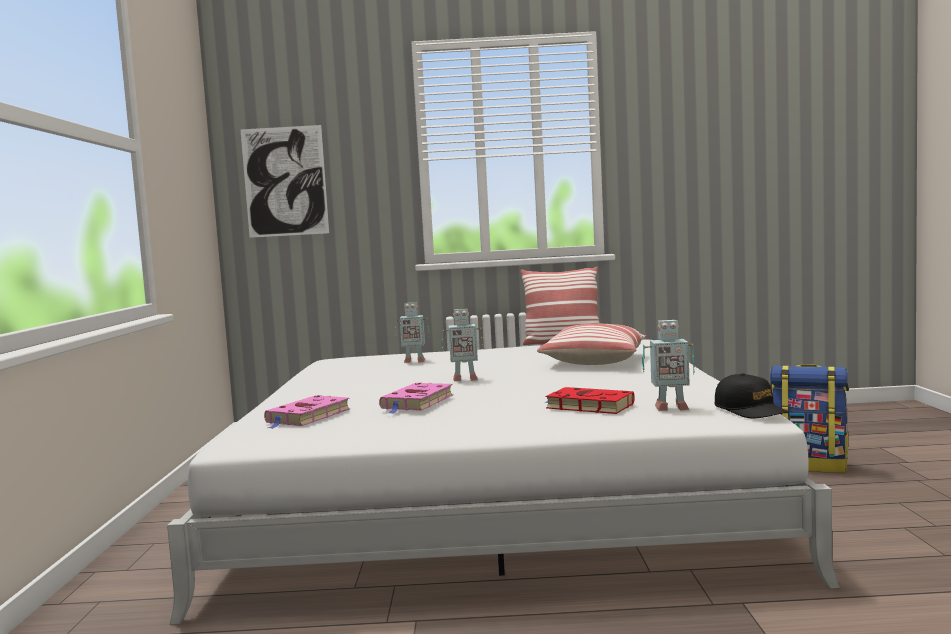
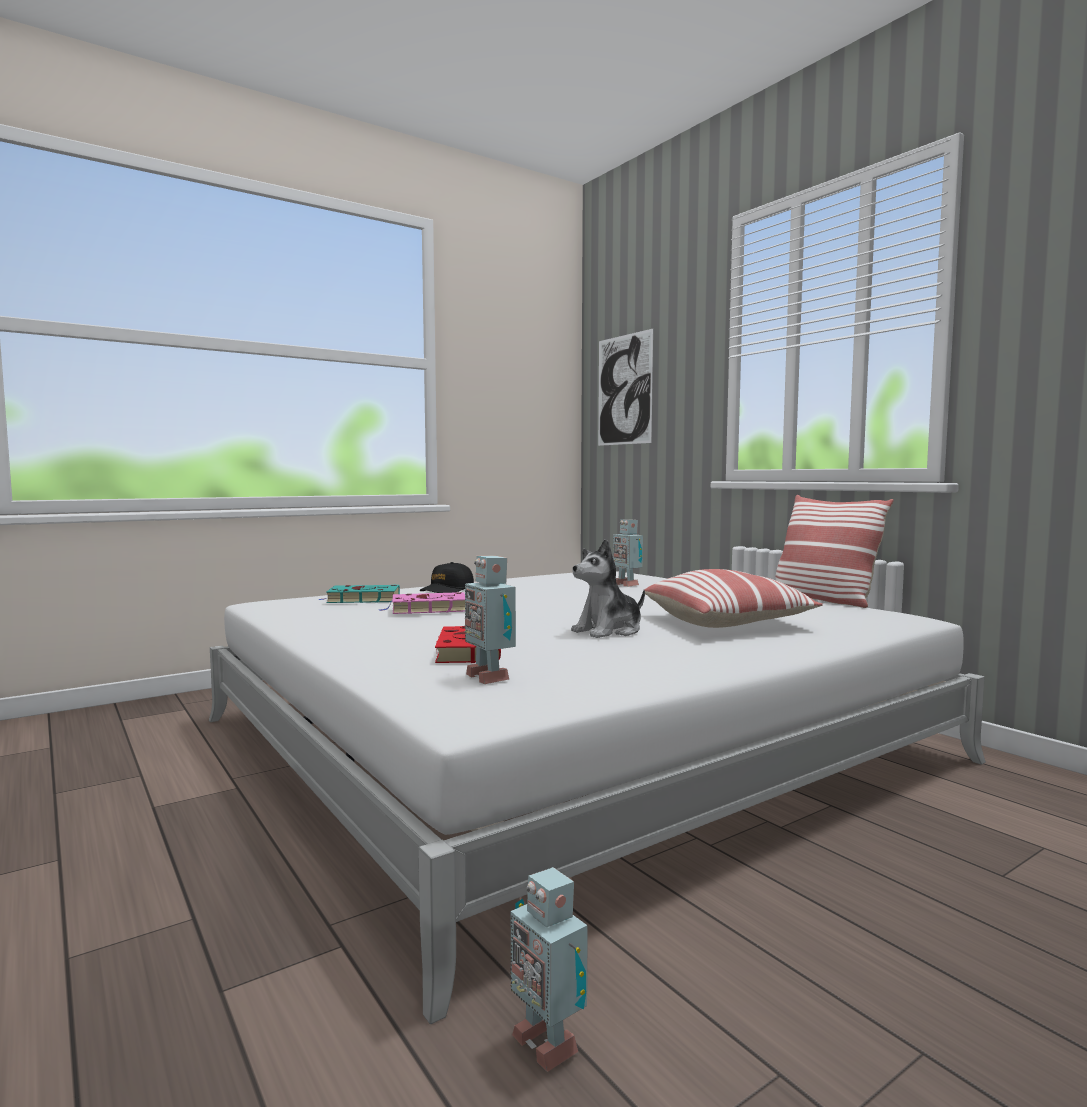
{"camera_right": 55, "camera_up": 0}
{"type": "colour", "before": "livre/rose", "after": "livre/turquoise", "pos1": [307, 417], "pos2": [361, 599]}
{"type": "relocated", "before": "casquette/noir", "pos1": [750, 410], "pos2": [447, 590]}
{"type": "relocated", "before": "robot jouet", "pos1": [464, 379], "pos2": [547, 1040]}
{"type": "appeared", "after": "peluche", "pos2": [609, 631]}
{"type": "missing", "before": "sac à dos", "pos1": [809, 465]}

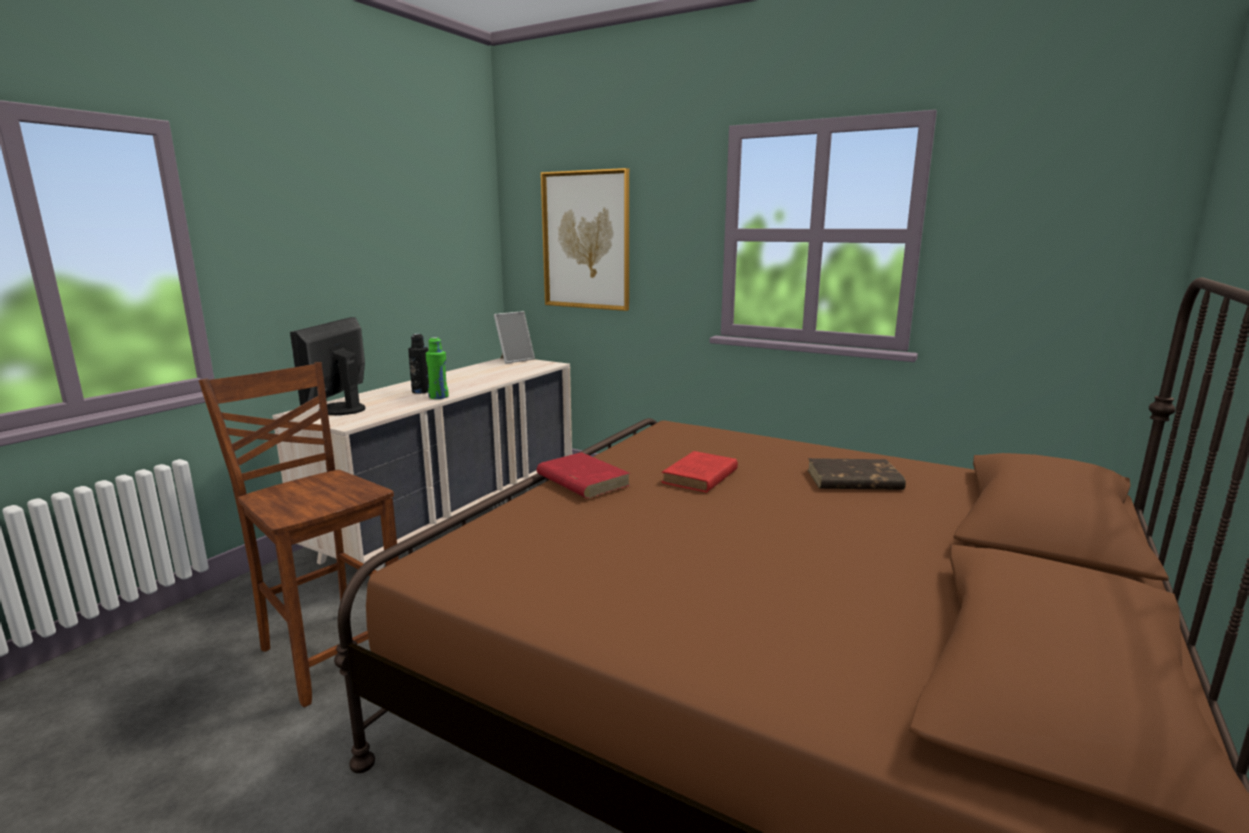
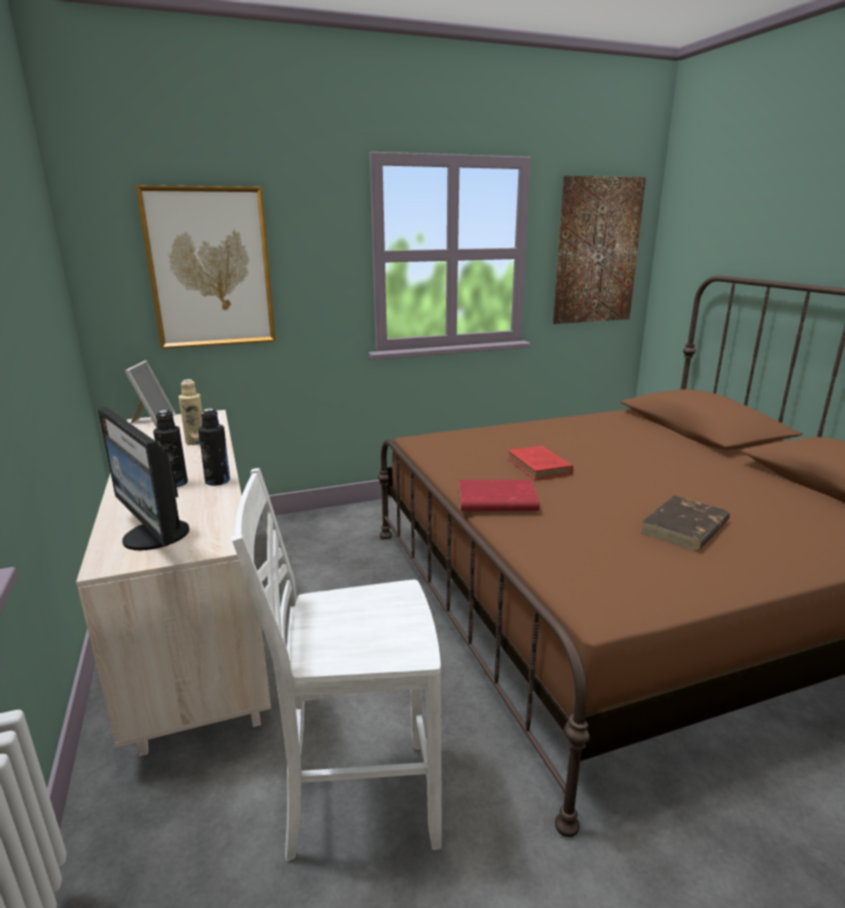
{"camera_right": -50, "camera_up": 5}
{"type": "appeared", "after": "bouteille/beige", "pos2": [196, 442]}
{"type": "colour", "before": "bouteille/vert", "after": "bouteille/noir", "pos1": [438, 397], "pos2": [218, 481]}
{"type": "colour", "before": "chaise/marron", "after": "chaise/blanc", "pos1": [330, 651], "pos2": [356, 799]}
{"type": "appeared", "after": "tableau", "pos2": [597, 251]}
{"type": "relocated", "before": "livre/marron", "pos1": [852, 480], "pos2": [684, 528]}

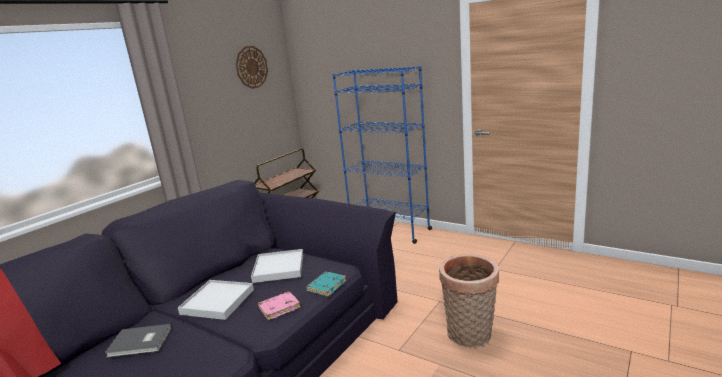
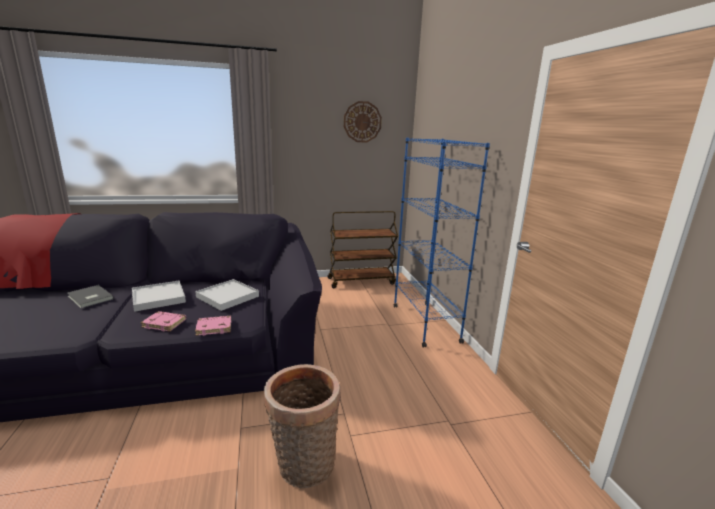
{"camera_right": 40, "camera_up": 0}
{"type": "colour", "before": "livre/turquoise", "after": "livre/rose", "pos1": [326, 286], "pos2": [214, 327]}

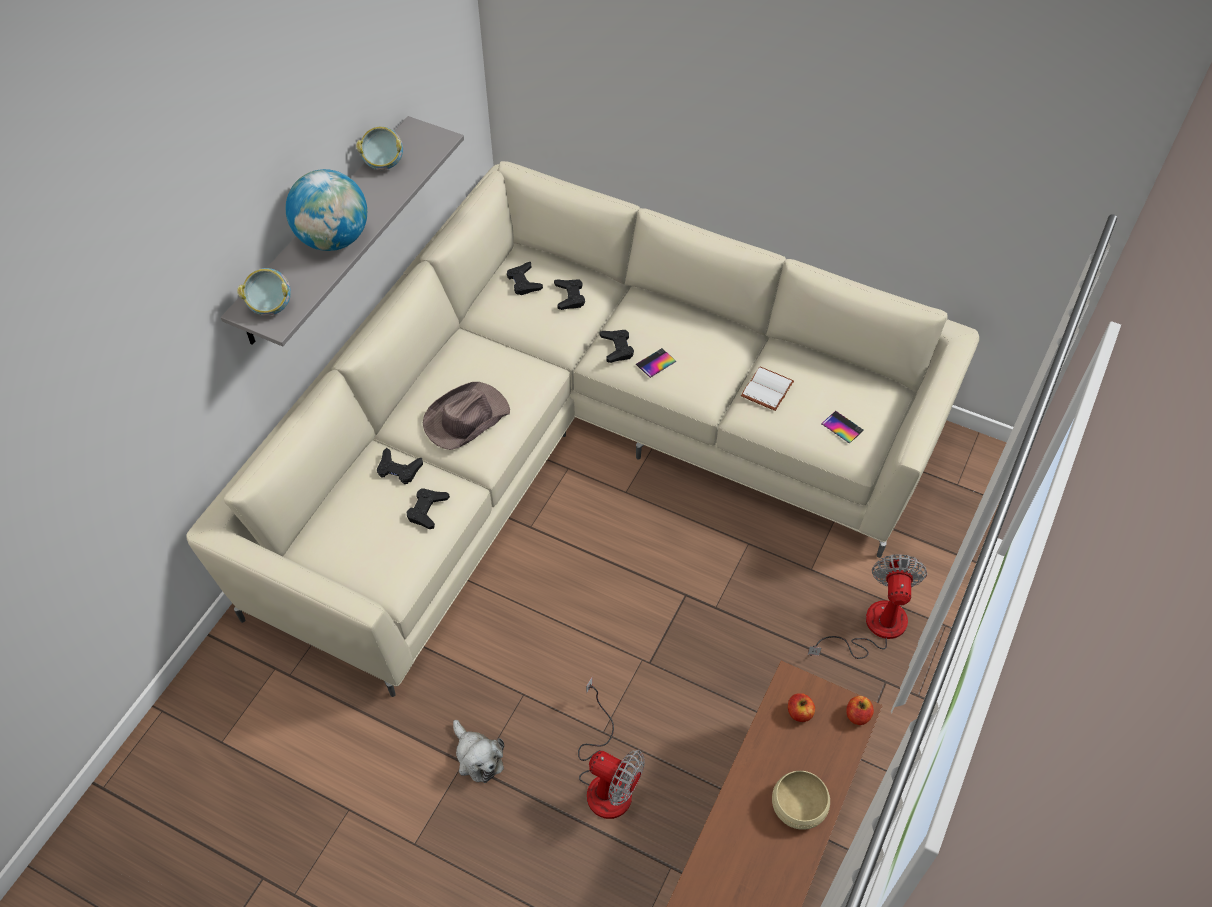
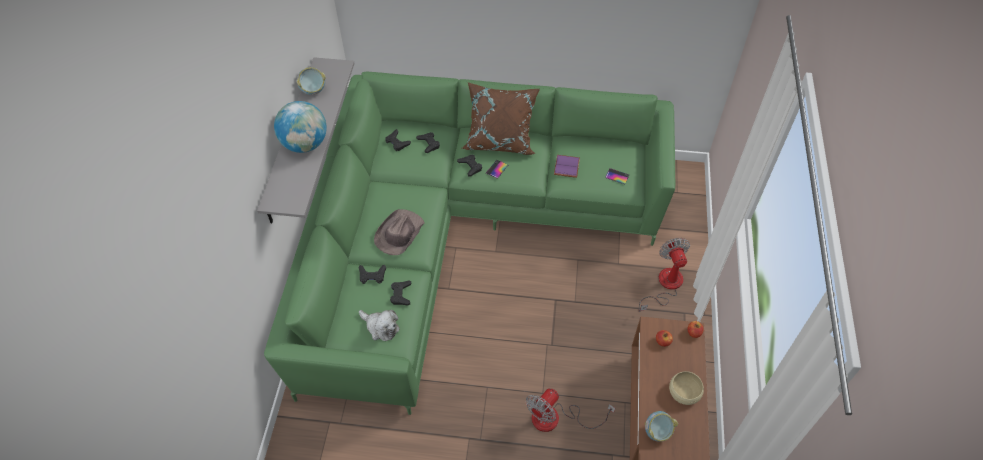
{"camera_right": -20, "camera_up": 0}
{"type": "colour", "before": "canapé/beige", "after": "canapé/vert", "pos1": [577, 446], "pos2": [456, 233]}
{"type": "relocated", "before": "peluche", "pos1": [477, 757], "pos2": [381, 327]}
{"type": "appeared", "after": "coussin/marron", "pos2": [500, 140]}
{"type": "spun", "before": "ventilateur", "pos1": [606, 779], "pos2": [556, 419], "turn": 120}
{"type": "colour", "before": "livre/blanc", "after": "livre/violet", "pos1": [768, 390], "pos2": [567, 167]}
{"type": "relocated", "before": "bol", "pos1": [270, 307], "pos2": [657, 432]}

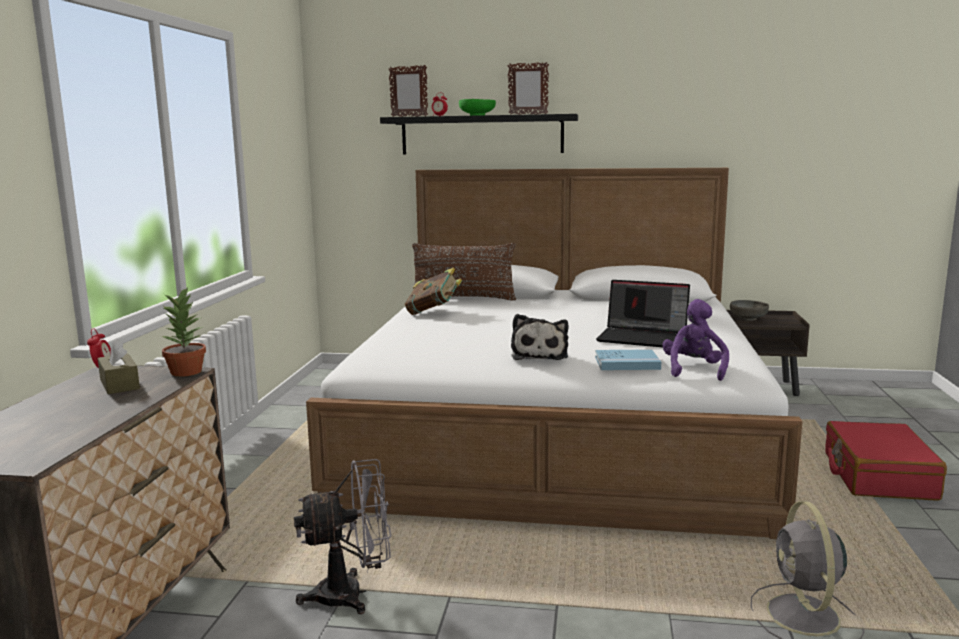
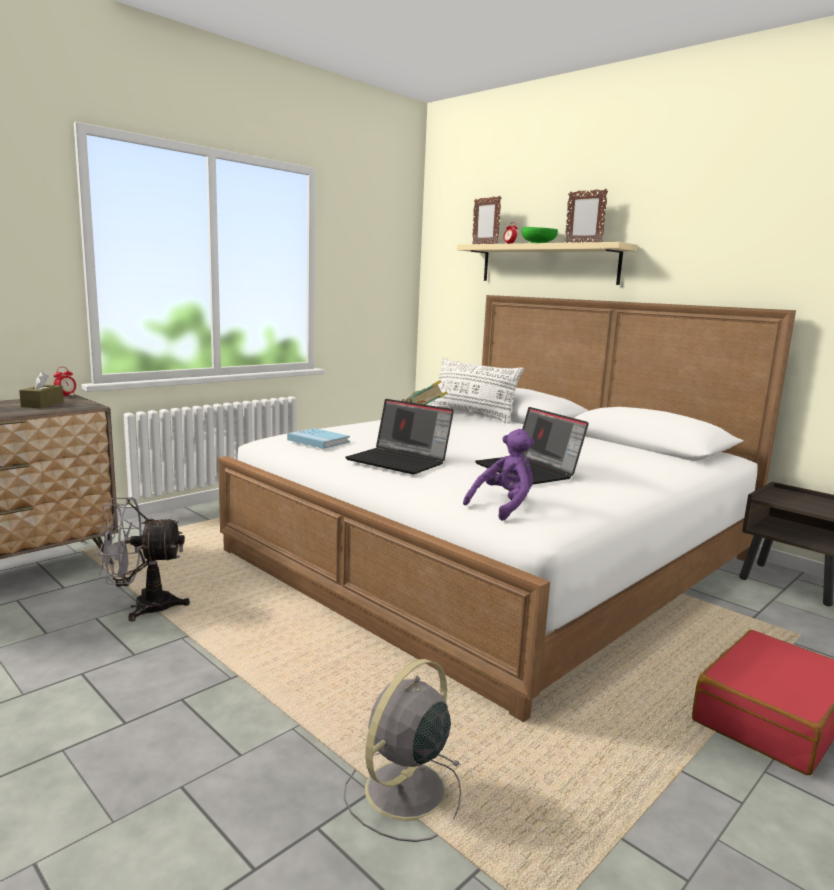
{"camera_right": 35, "camera_up": 0}
{"type": "spun", "before": "ventilateur/gris", "pos1": [352, 594], "pos2": [143, 607], "turn": 150}
{"type": "relocated", "before": "livre/bleu", "pos1": [627, 363], "pos2": [318, 441]}
{"type": "exchanged", "before": "peluche", "after": "ordinateur portable", "pos1": [539, 355], "pos2": [400, 461]}
{"type": "colour", "before": "coussin/marron", "after": "coussin/blanc", "pos1": [463, 299], "pos2": [472, 415]}
{"type": "colour", "before": "étagère/noir", "after": "étagère/beige", "pos1": [482, 135], "pos2": [548, 264]}
{"type": "missing", "before": "plante en pot", "pos1": [187, 372]}
{"type": "missing", "before": "bol/gris", "pos1": [748, 318]}

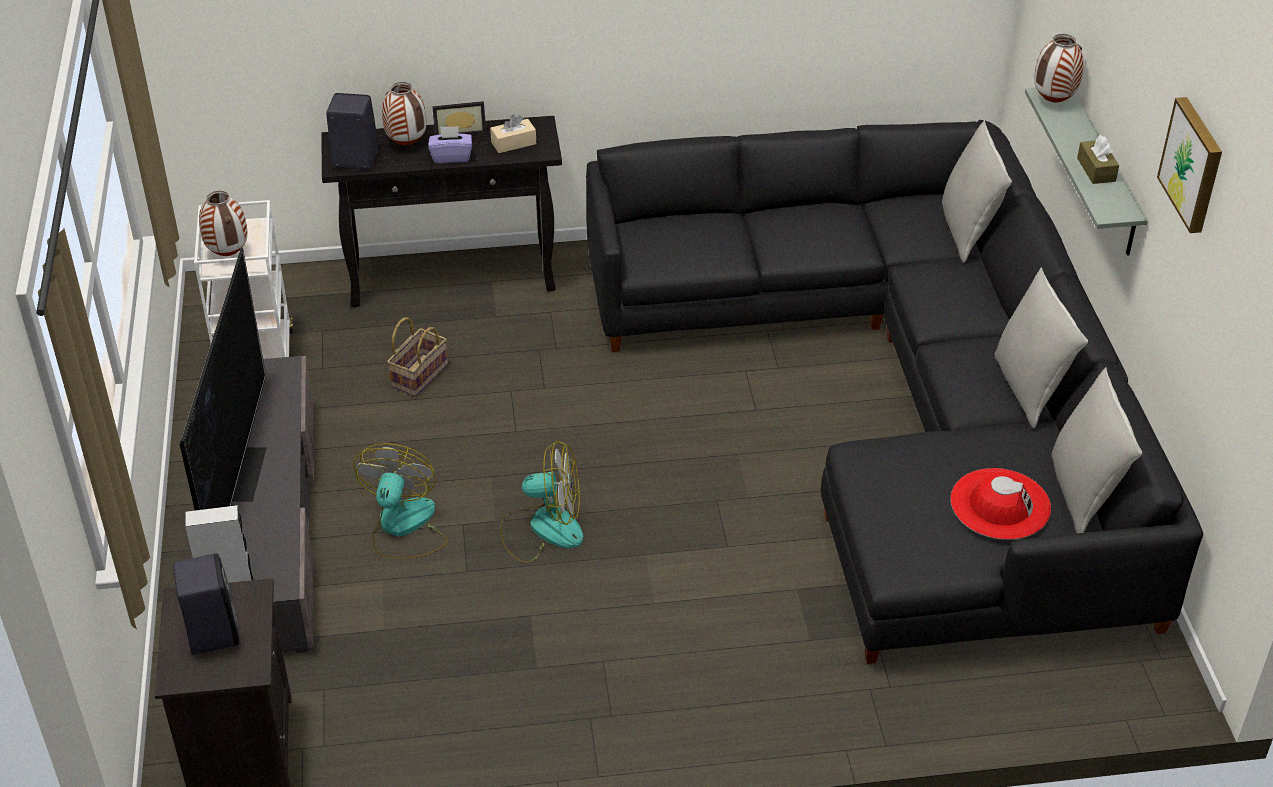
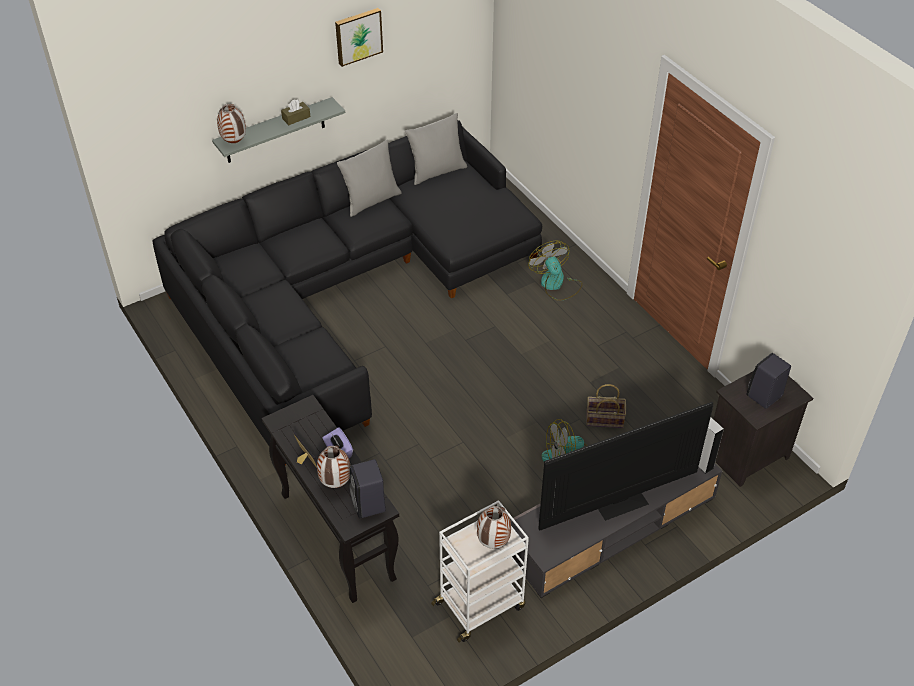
{"camera_right": -115, "camera_up": 5}
{"type": "relocated", "before": "ventilateur", "pos1": [543, 528], "pos2": [556, 284]}
{"type": "relocated", "before": "panier", "pos1": [419, 374], "pos2": [603, 420]}
{"type": "missing", "before": "boîte à mouchoirs/beige", "pos1": [513, 143]}
{"type": "missing", "before": "coussin/gris", "pos1": [968, 231]}
{"type": "missing", "before": "chapeau/rouge", "pos1": [1000, 504]}

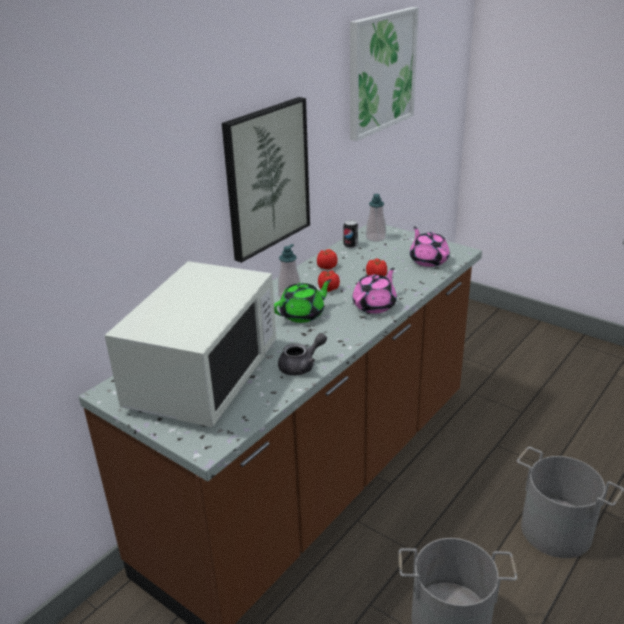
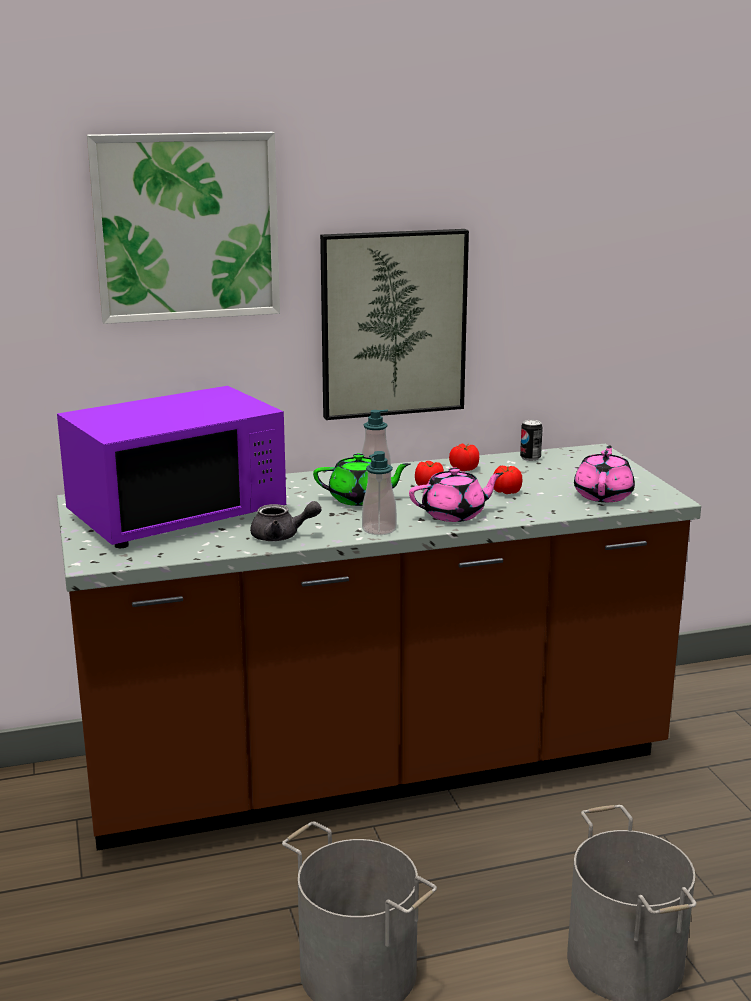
{"camera_right": 35, "camera_up": -10}
{"type": "colour", "before": "micro-ondes/blanc", "after": "micro-ondes/violet", "pos1": [203, 377], "pos2": [177, 515]}
{"type": "relocated", "before": "tableau", "pos1": [381, 72], "pos2": [186, 227]}
{"type": "relocated", "before": "distributeur de savon", "pos1": [375, 238], "pos2": [379, 529]}

